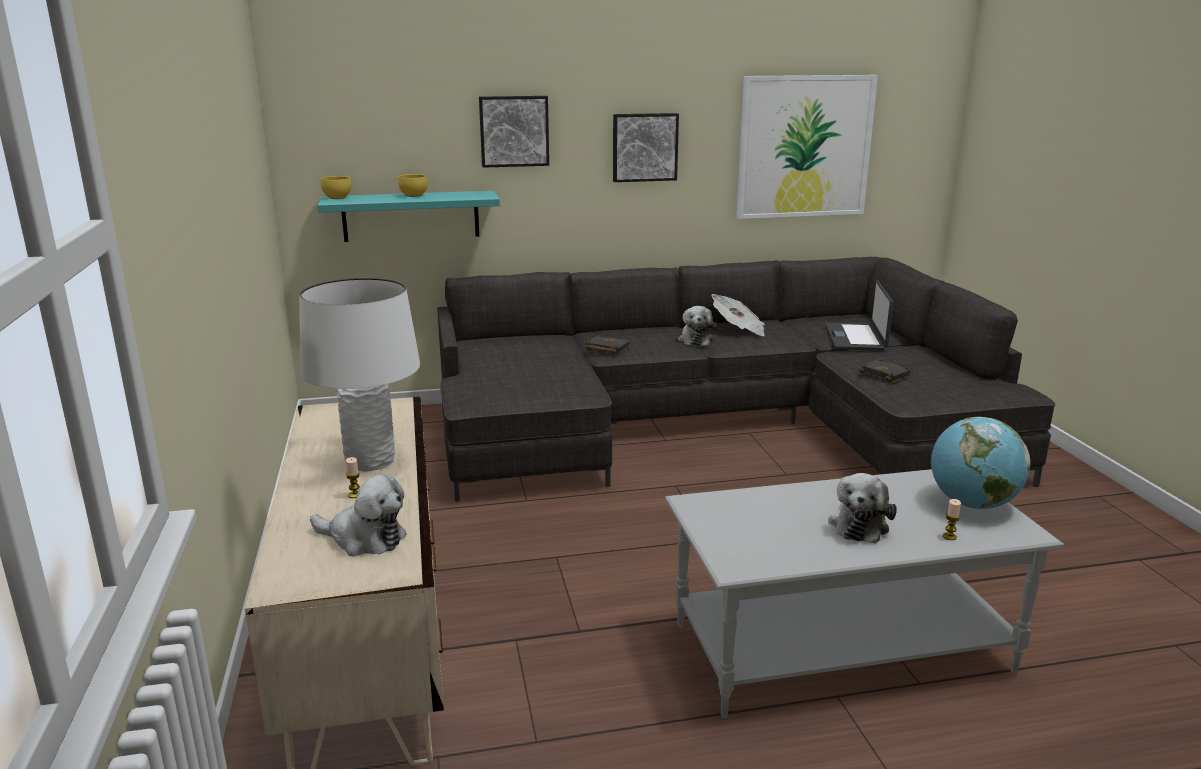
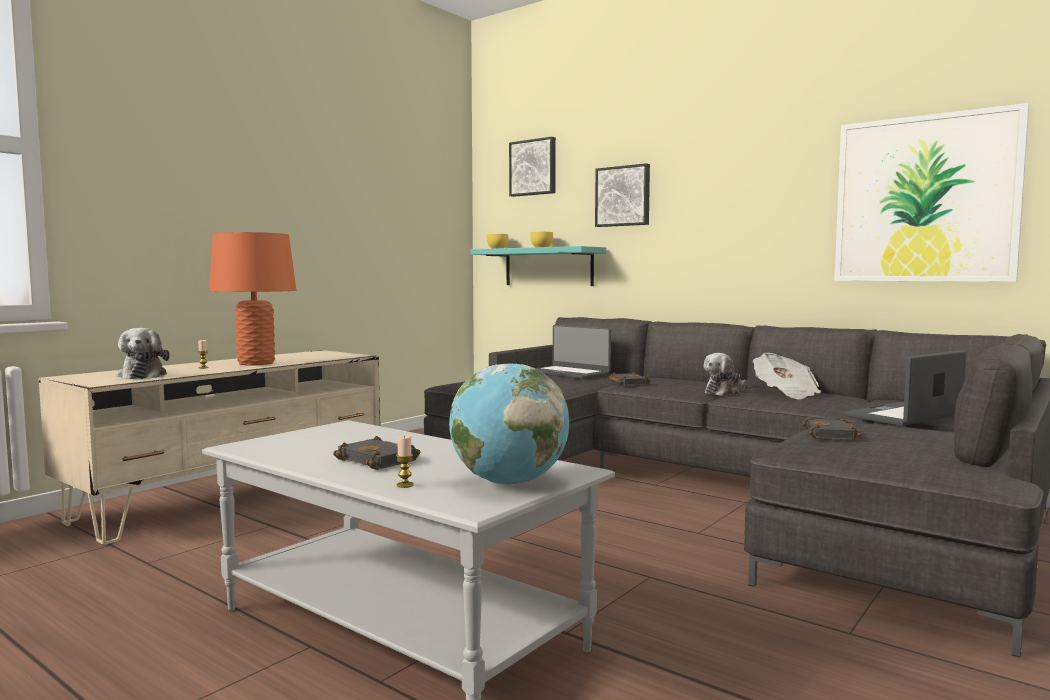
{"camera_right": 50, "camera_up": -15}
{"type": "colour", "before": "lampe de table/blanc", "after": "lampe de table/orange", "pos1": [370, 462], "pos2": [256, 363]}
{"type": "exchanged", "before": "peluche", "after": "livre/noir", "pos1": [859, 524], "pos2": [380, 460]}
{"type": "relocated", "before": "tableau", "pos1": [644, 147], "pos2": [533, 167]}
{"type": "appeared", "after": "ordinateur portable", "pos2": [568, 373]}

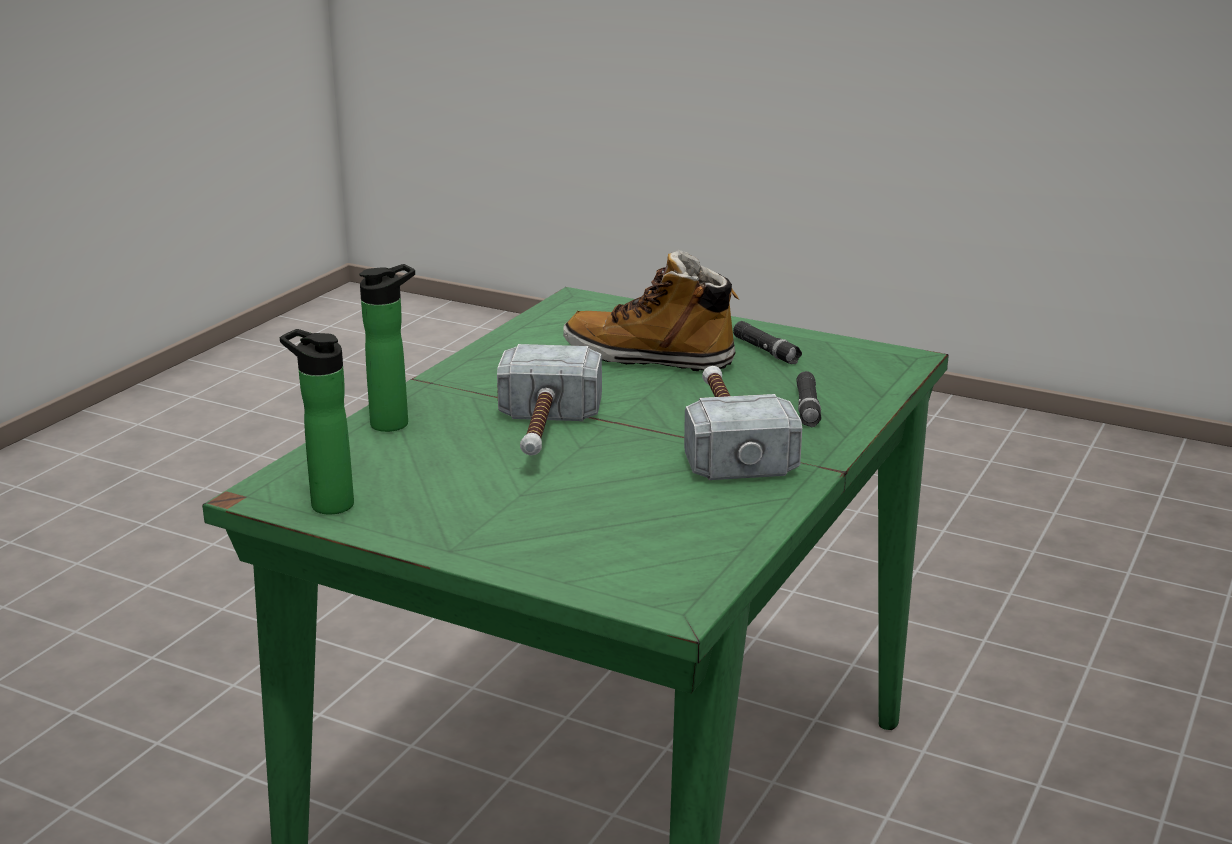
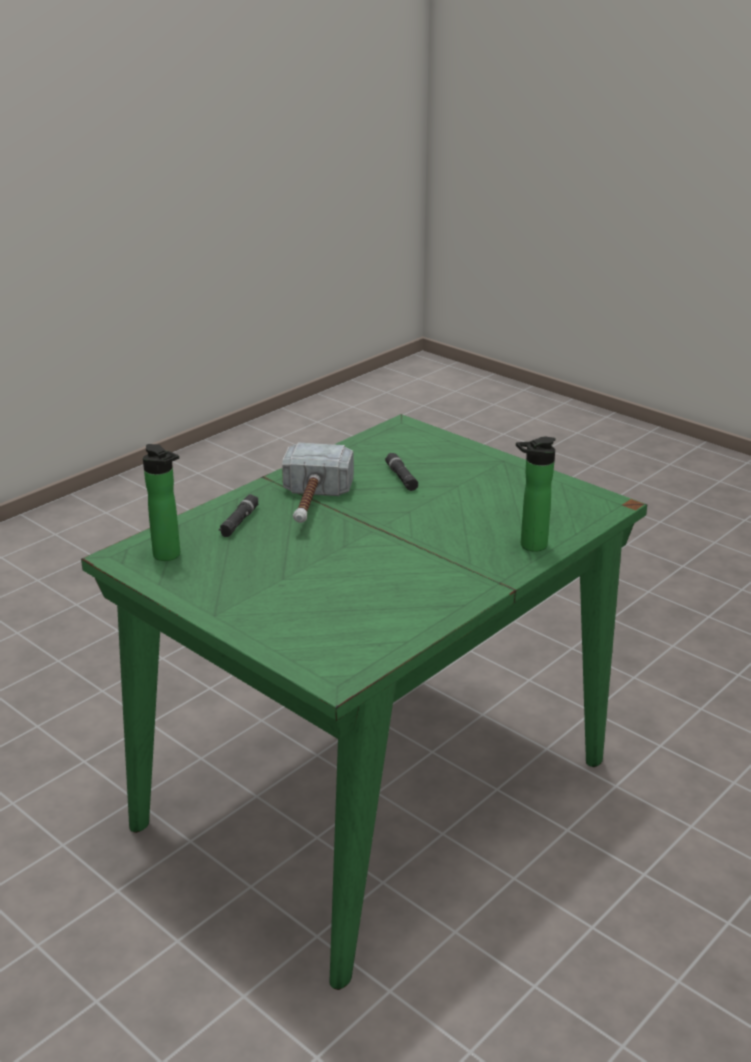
{"camera_right": -165, "camera_up": 5}
{"type": "relocated", "before": "bouteille", "pos1": [327, 503], "pos2": [169, 556]}
{"type": "relocated", "before": "lampe de poche/noir", "pos1": [766, 351], "pos2": [401, 477]}
{"type": "missing", "before": "marteau", "pos1": [543, 433]}
{"type": "missing", "before": "botte", "pos1": [650, 358]}

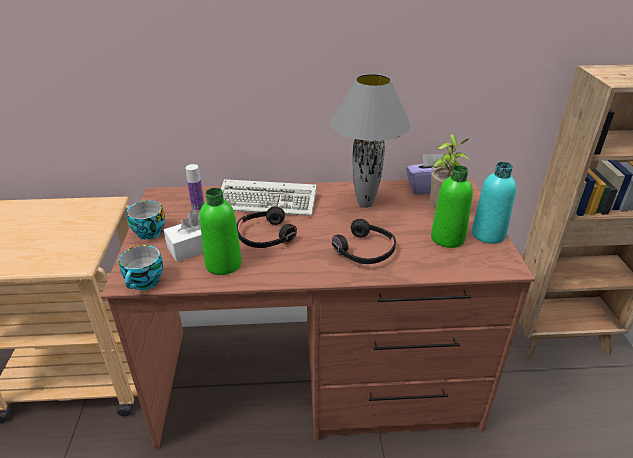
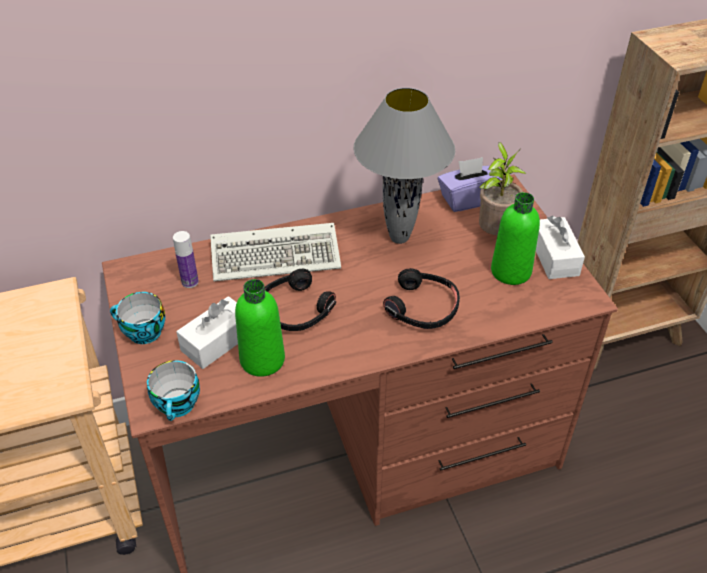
{"camera_right": -15, "camera_up": 10}
{"type": "exchanged", "before": "bouteille/turquoise", "after": "boîte à mouchoirs/blanc", "pos1": [488, 234], "pos2": [554, 257]}

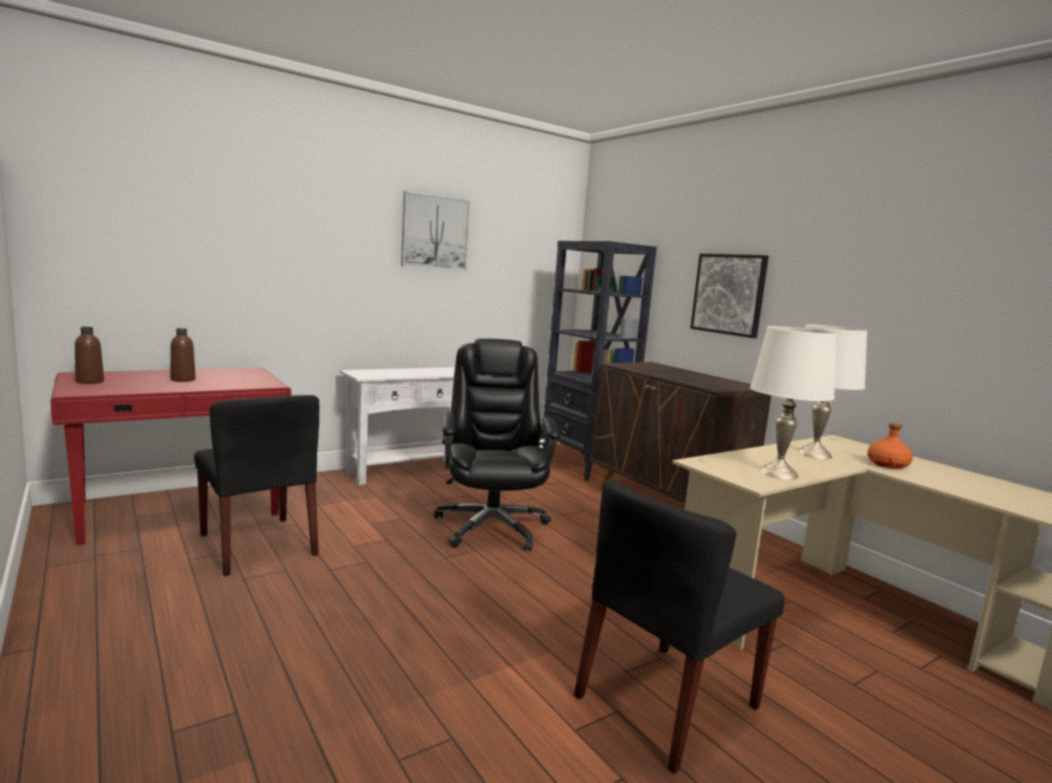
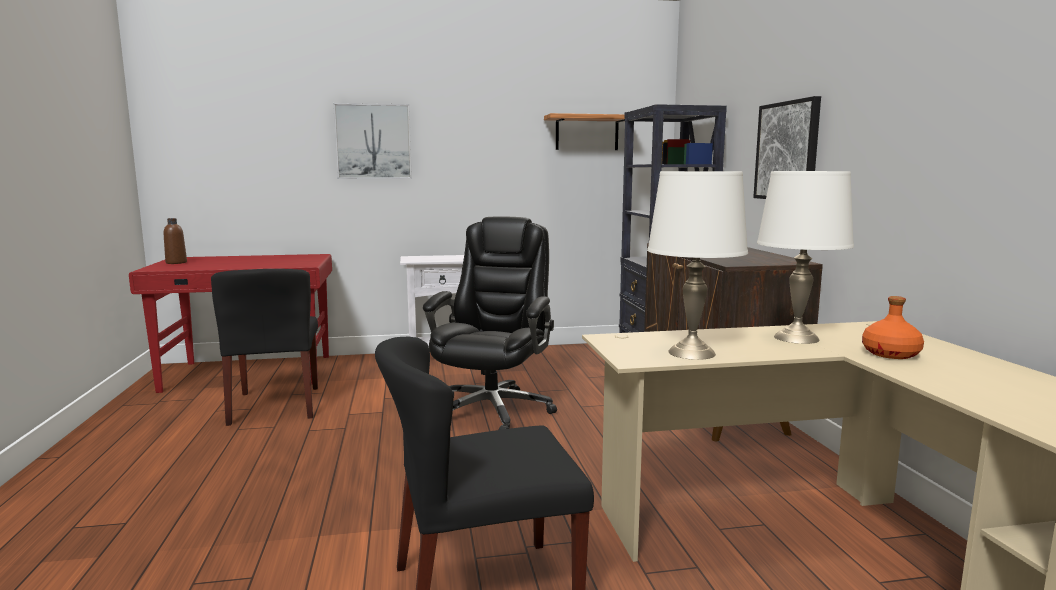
{"camera_right": 25, "camera_up": 0}
{"type": "relocated", "before": "tableau", "pos1": [435, 232], "pos2": [373, 141]}
{"type": "appeared", "after": "étagère", "pos2": [587, 133]}
{"type": "missing", "before": "bouteille/marron", "pos1": [183, 380]}

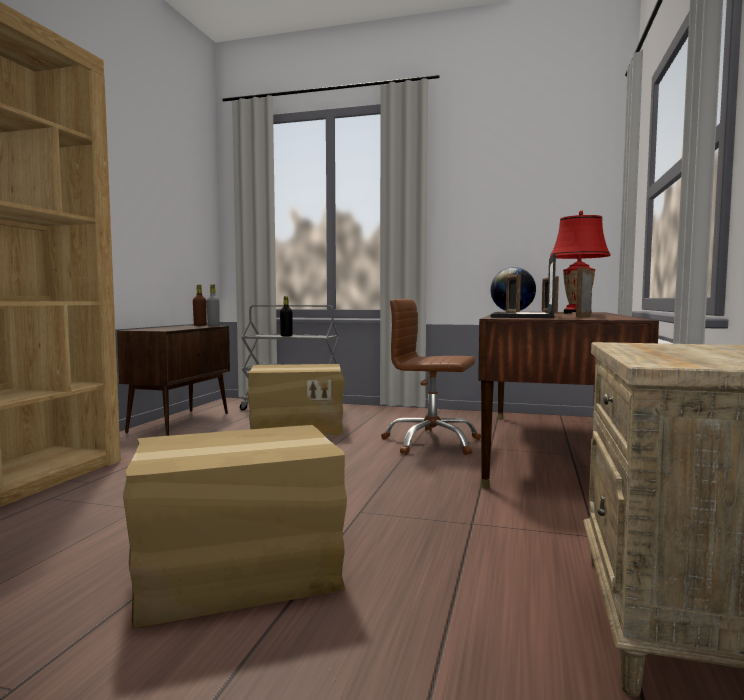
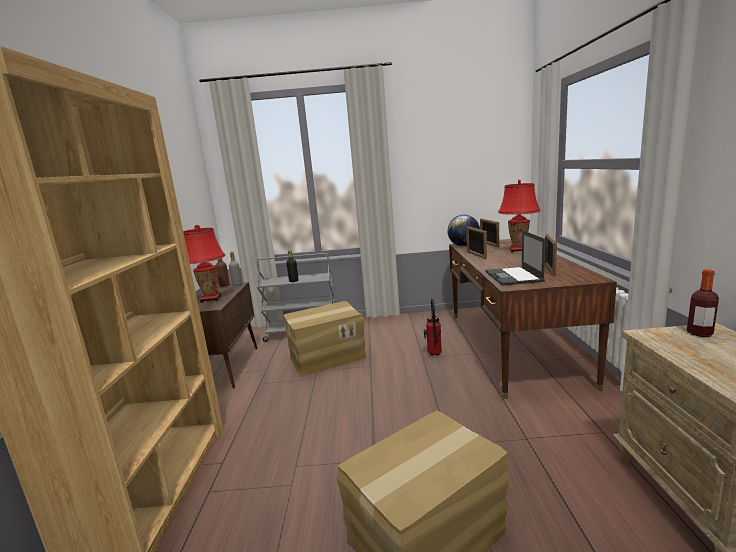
{"camera_right": -15, "camera_up": 10}
{"type": "appeared", "after": "lampe de table/rouge", "pos2": [211, 299]}
{"type": "exchanged", "before": "chaise de bureau/marron", "after": "extincteur", "pos1": [431, 443], "pos2": [434, 355]}
{"type": "appeared", "after": "bouteille", "pos2": [699, 333]}

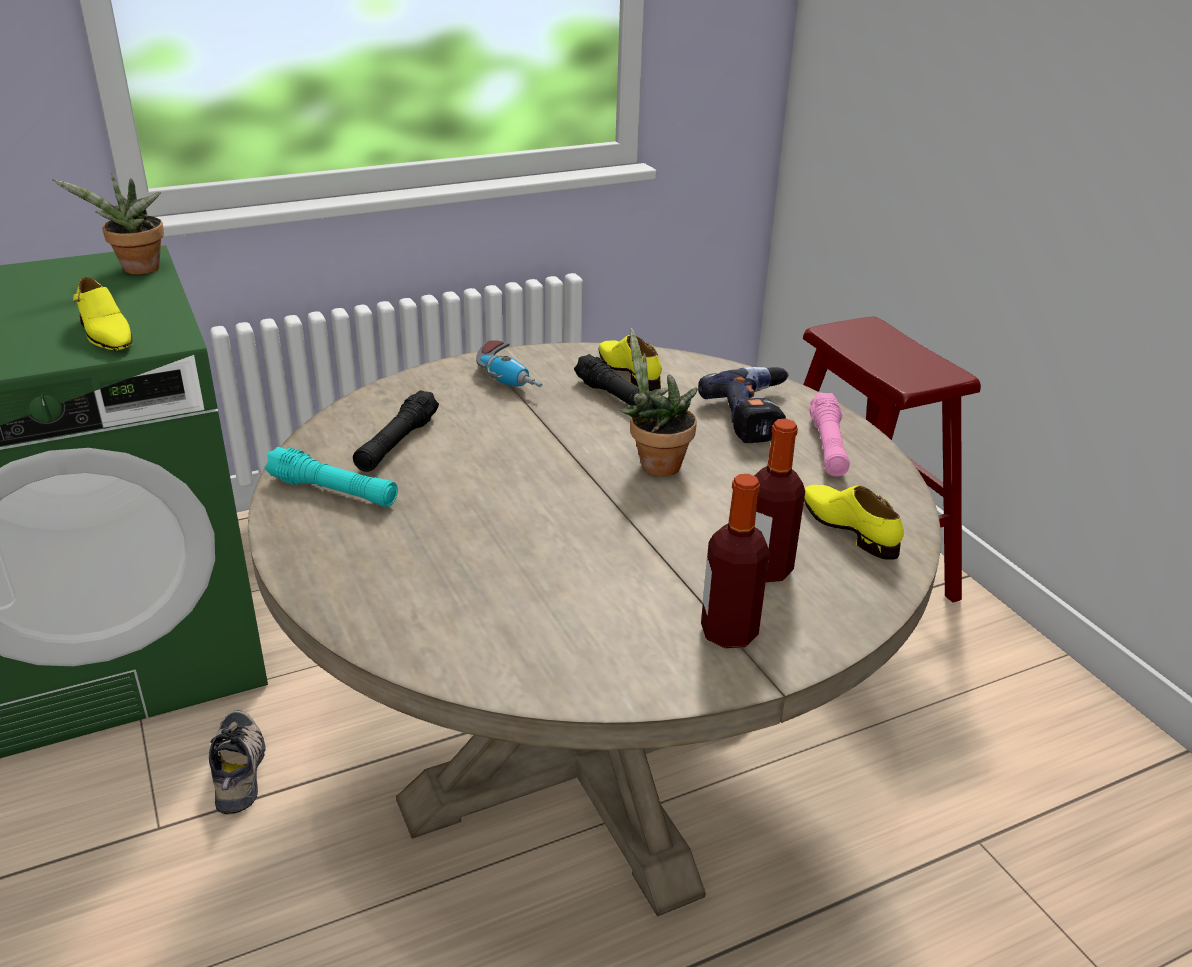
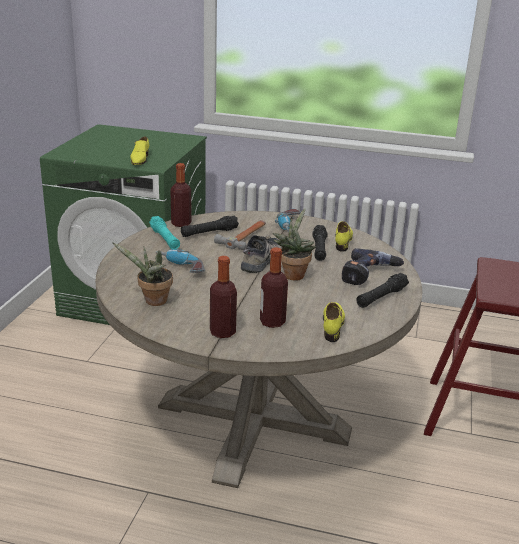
{"camera_right": 40, "camera_up": -5}
{"type": "relocated", "before": "plante en pot", "pos1": [138, 270], "pos2": [152, 301]}
{"type": "appeared", "after": "perceuse", "pos2": [180, 268]}
{"type": "appeared", "after": "bouteille", "pos2": [181, 224]}
{"type": "appeared", "after": "marteau", "pos2": [245, 237]}
{"type": "relocated", "before": "chaussure", "pos1": [240, 768], "pos2": [263, 260]}
{"type": "colour", "before": "lampe de poche/rose", "after": "lampe de poche/noir", "pos1": [828, 446], "pos2": [381, 297]}

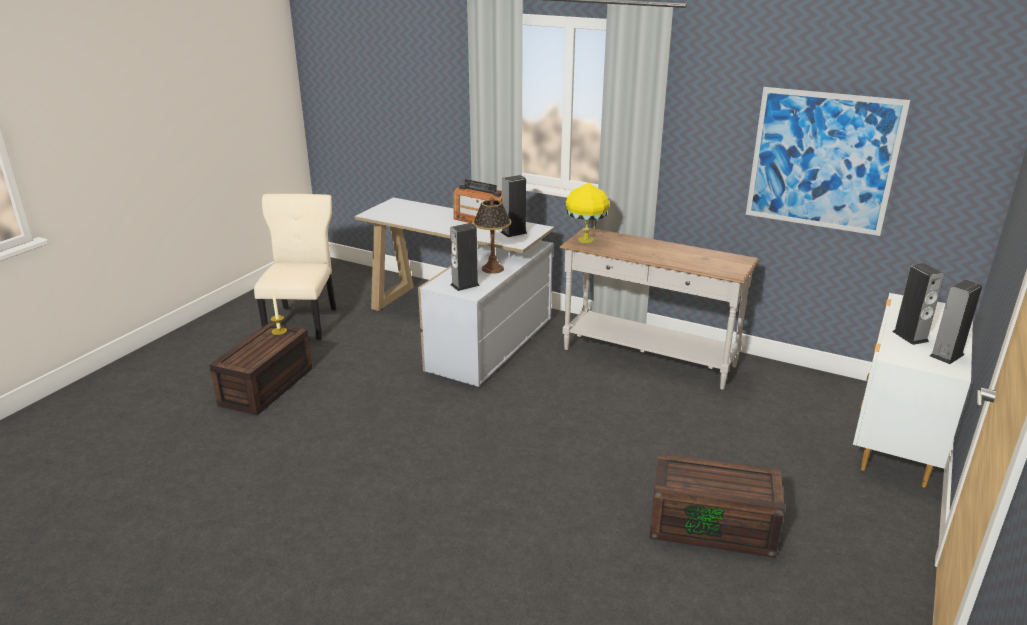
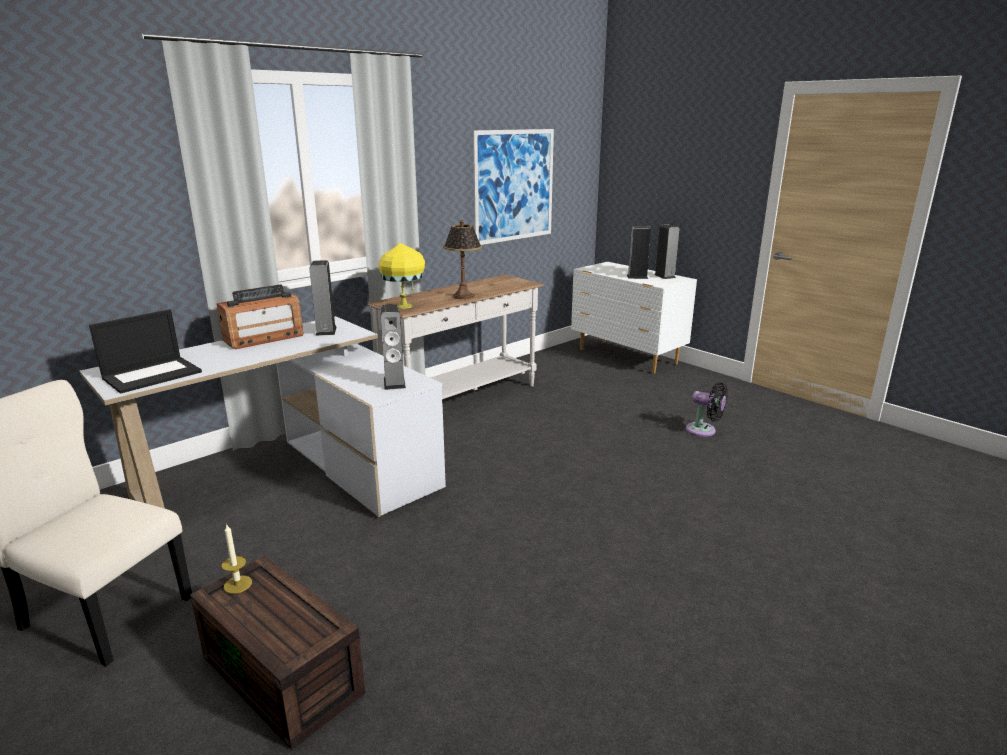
{"camera_right": -70, "camera_up": -5}
{"type": "appeared", "after": "ordinateur portable", "pos2": [153, 374]}
{"type": "relocated", "before": "lampe de table", "pos1": [492, 269], "pos2": [463, 296]}
{"type": "exchanged", "before": "boîte de rangement/marron", "after": "ventilateur/noir", "pos1": [713, 526], "pos2": [704, 431]}

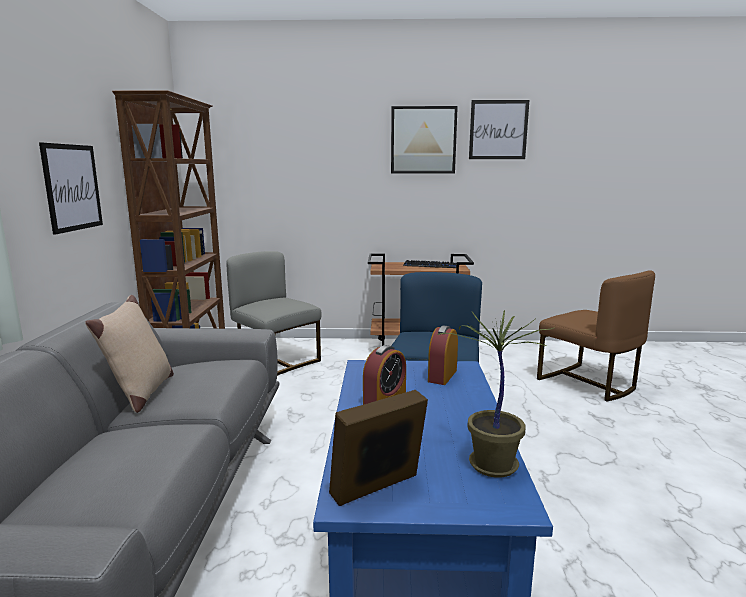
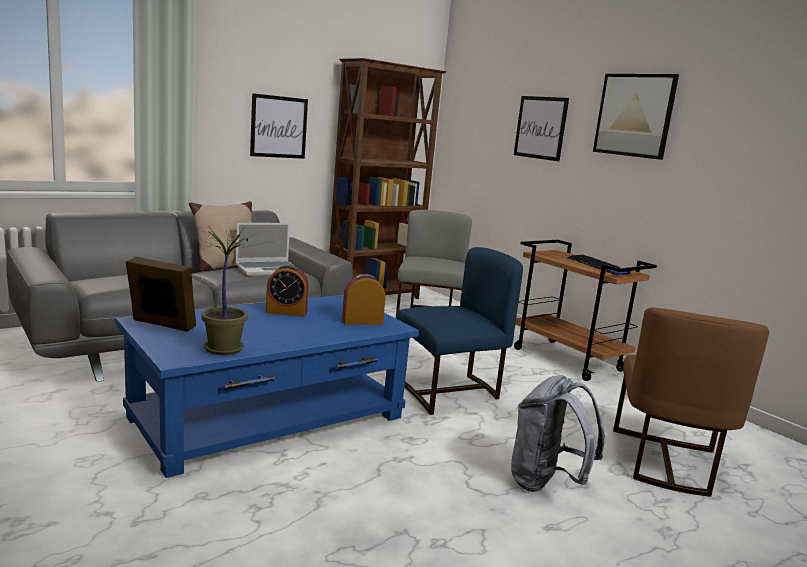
{"camera_right": 50, "camera_up": 0}
{"type": "appeared", "after": "ordinateur portable", "pos2": [268, 269]}
{"type": "appeared", "after": "sac à dos/gris", "pos2": [546, 483]}
{"type": "relocated", "before": "tableau", "pos1": [498, 130], "pos2": [540, 127]}

